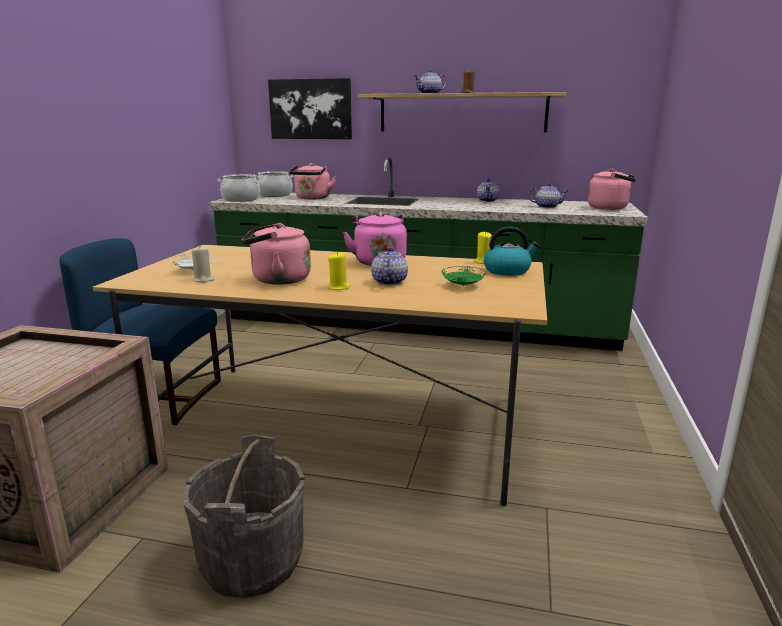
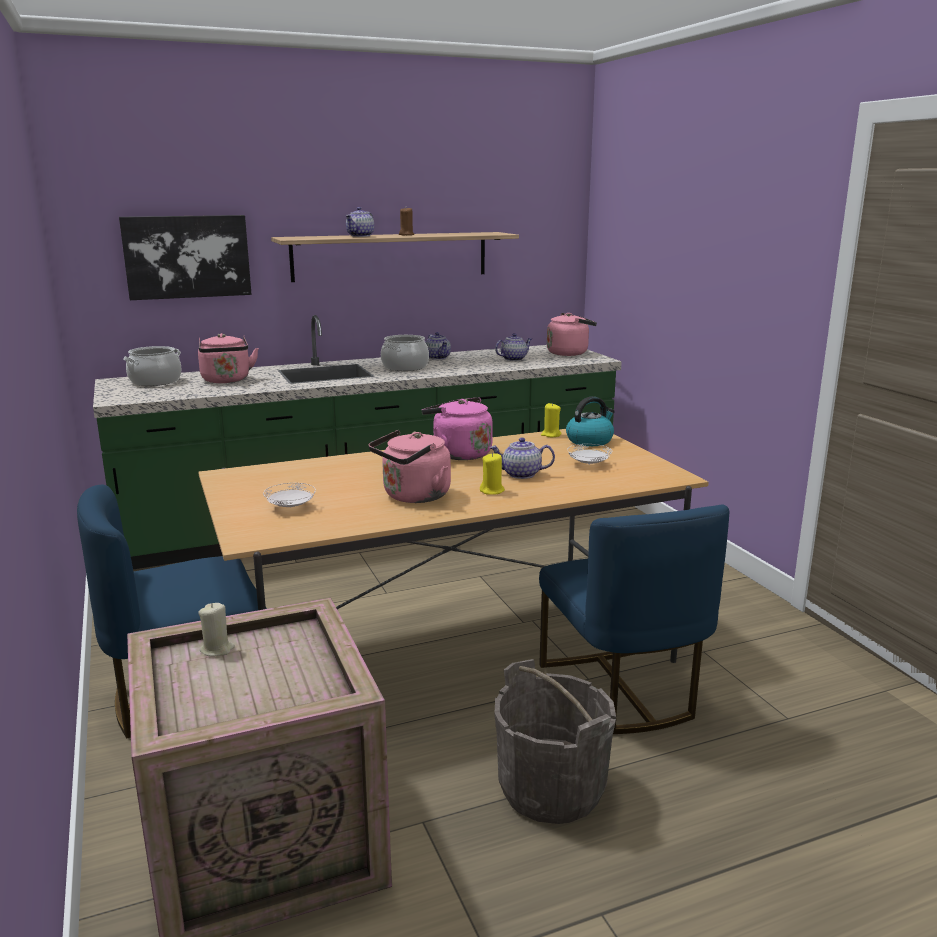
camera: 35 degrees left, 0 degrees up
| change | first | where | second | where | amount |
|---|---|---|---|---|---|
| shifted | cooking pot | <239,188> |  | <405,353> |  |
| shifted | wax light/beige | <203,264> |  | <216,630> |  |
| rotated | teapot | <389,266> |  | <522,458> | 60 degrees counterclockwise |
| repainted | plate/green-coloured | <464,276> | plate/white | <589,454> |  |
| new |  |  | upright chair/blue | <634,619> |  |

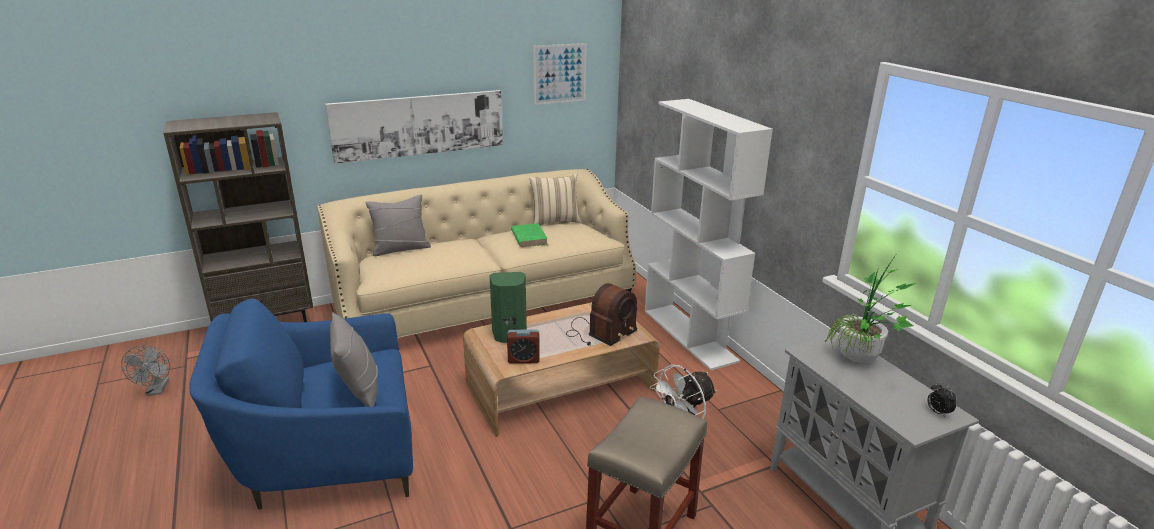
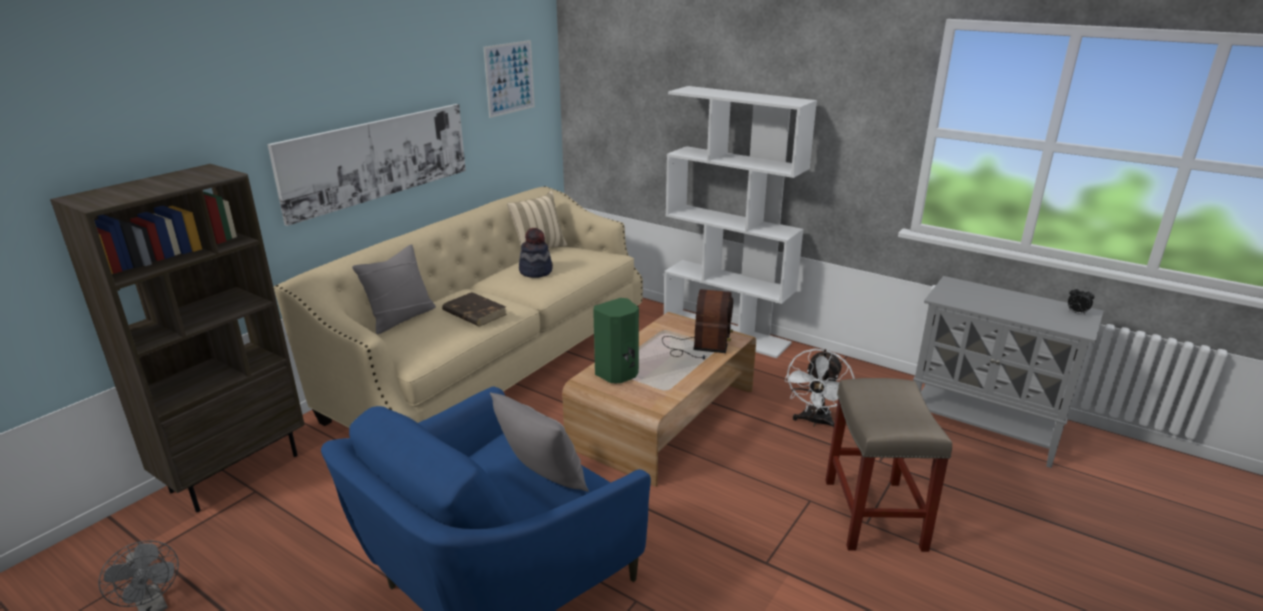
camera: 30 degrees left, 0 degrees up
| change | first | where | second | where | amount |
|---|---|---|---|---|---|
| swapped | volume/green-coloured | <529,235> | wearable hat | <536,253> |  |
| gone | houseplant | <870,309> |  |  |  |
| gone | bedside clock | <523,346> |  |  |  |
| new |  |  | volume/brown | <474,309> |  |

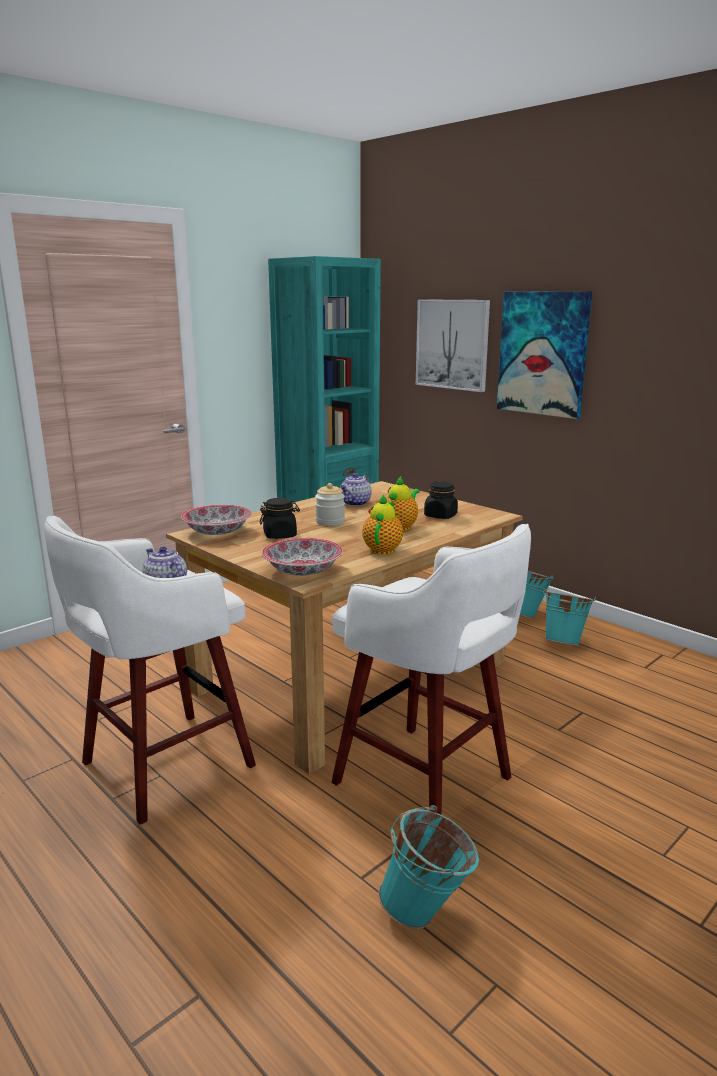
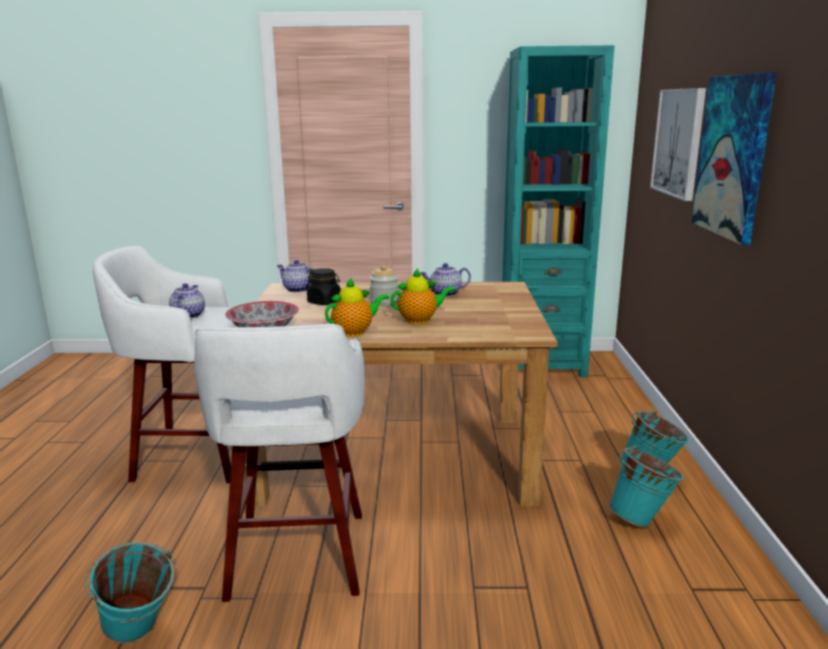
camera: 45 degrees right, 0 degrees up
| change | first | where | second | where | amount |
|---|---|---|---|---|---|
| gone | storage jar/black | <441,500> |  |  |  |
| swapped | serving bowl | <216,520> | teapot | <295,276> |  |

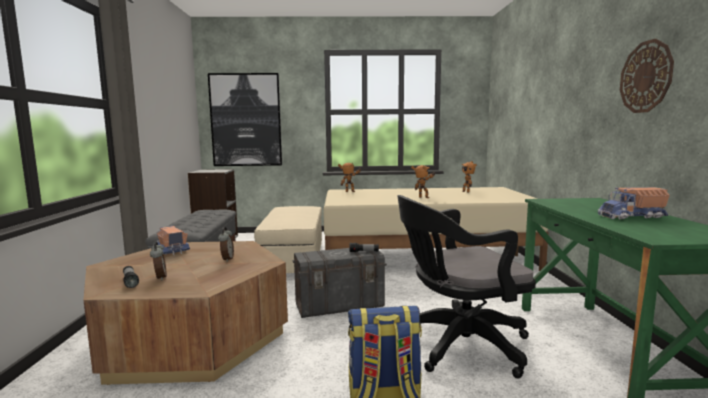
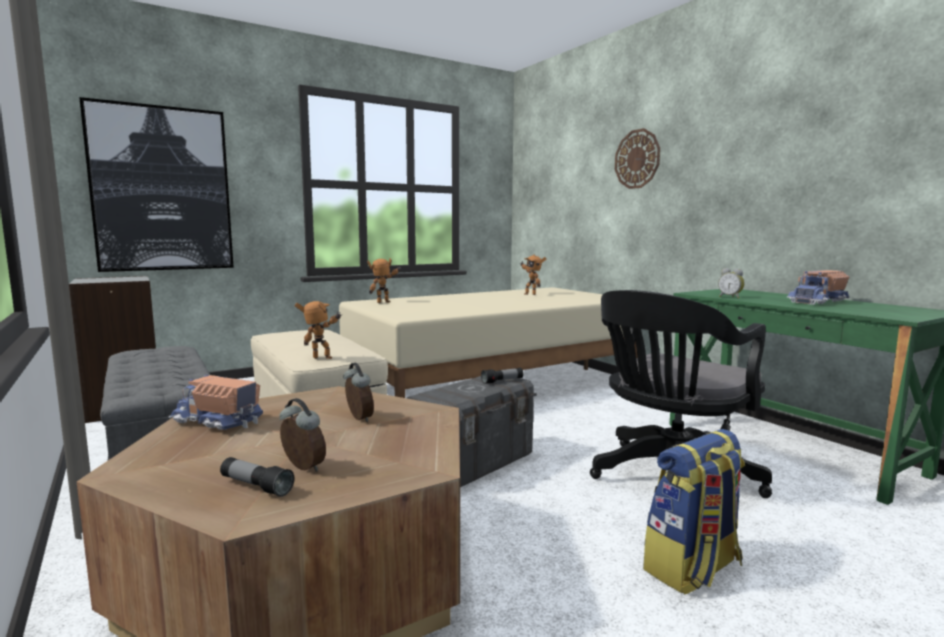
camera: 30 degrees left, 0 degrees up
| change | first | where | second | where | amount |
|---|---|---|---|---|---|
| shifted | clock on the wall | <647,76> |  | <637,158> |  |
| shifted | toy robot | <423,181> |  | <318,330> |  |
| new |  |  | bedside clock | <731,283> |  |

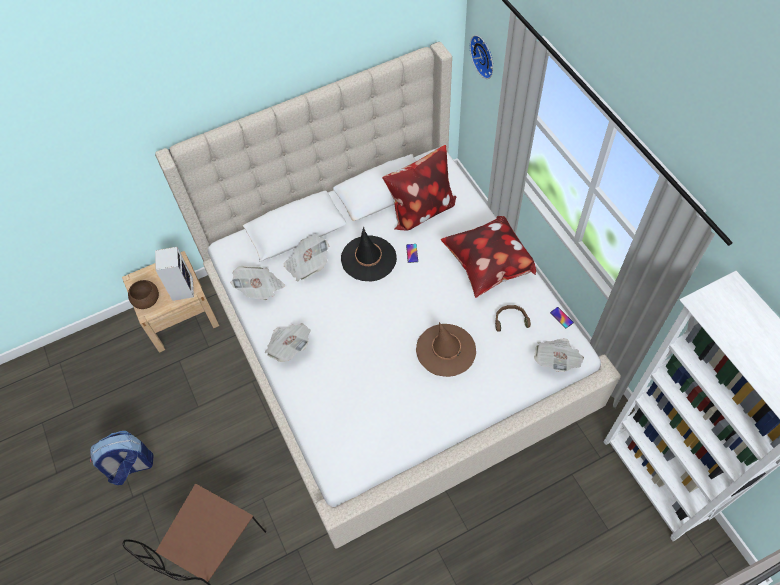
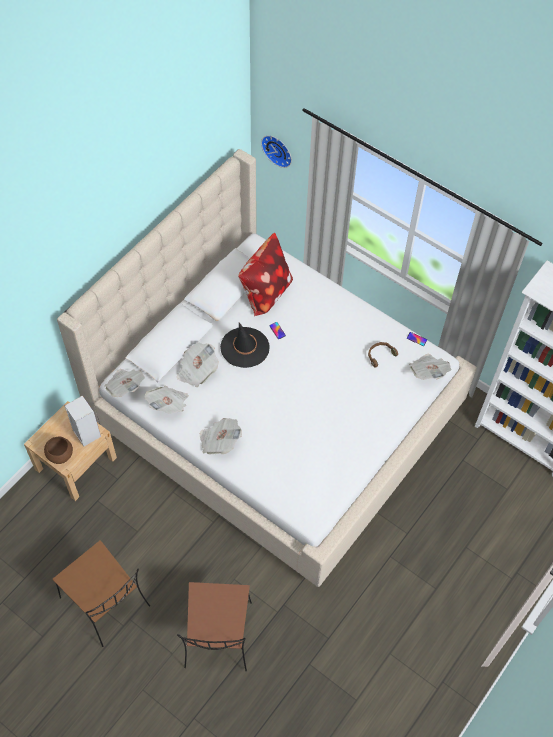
camera: 30 degrees left, 0 degrees up
| change | first | where | second | where | amount |
|---|---|---|---|---|---|
| gone | pillow | <488,257> |  |  |  |
| gone | wearable hat/brown | <446,349> |  |  |  |
| swapped | knapsack | <121,458> | upright chair/brown | <101,593> |  |
| new |  |  | newspaper | <124,383> |  |

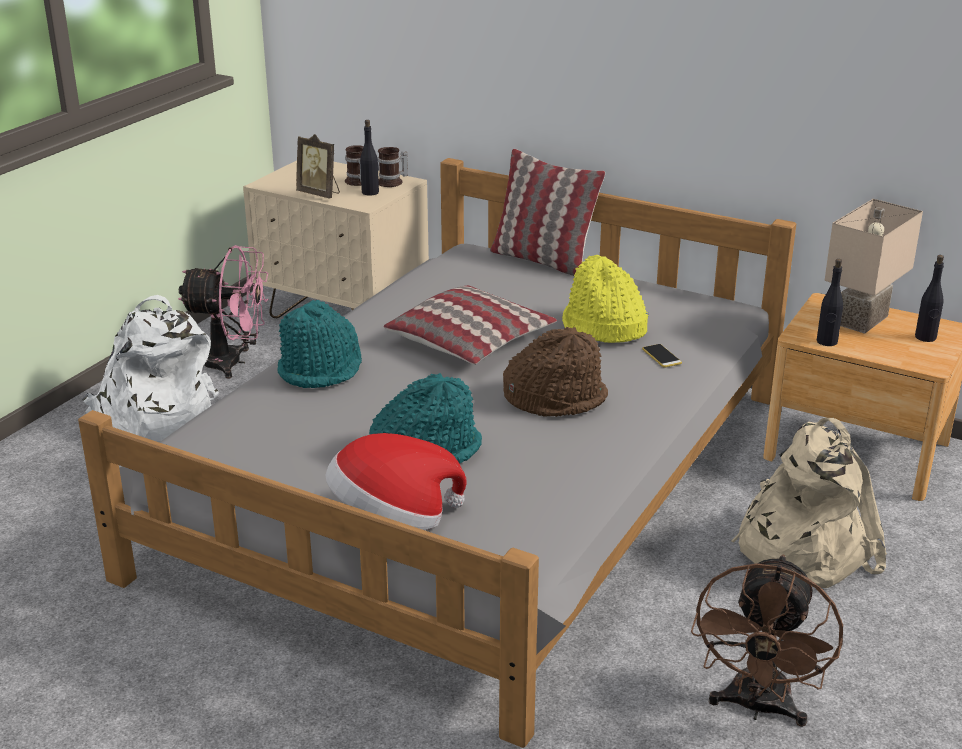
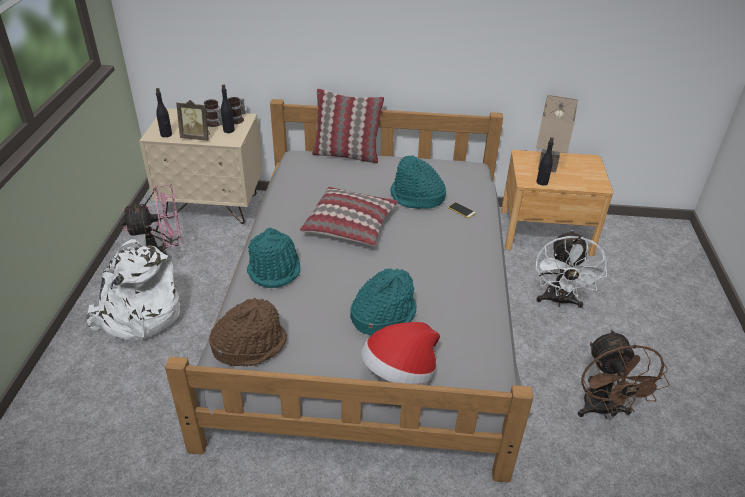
camera: 25 degrees left, 10 degrees up
| change | first | where | second | where | amount |
|---|---|---|---|---|---|
| repainted | wearable hat/yellow | <605,299> | wearable hat/turquoise-coloured | <418,182> |  |
| shifted | drink bottle/black | <929,298> |  | <164,112> |  |
| shifted | wearable hat/brown | <555,372> |  | <248,332> |  |
| swapped | knapsack/beige | <809,503> | electric fan/white | <571,269> |  |

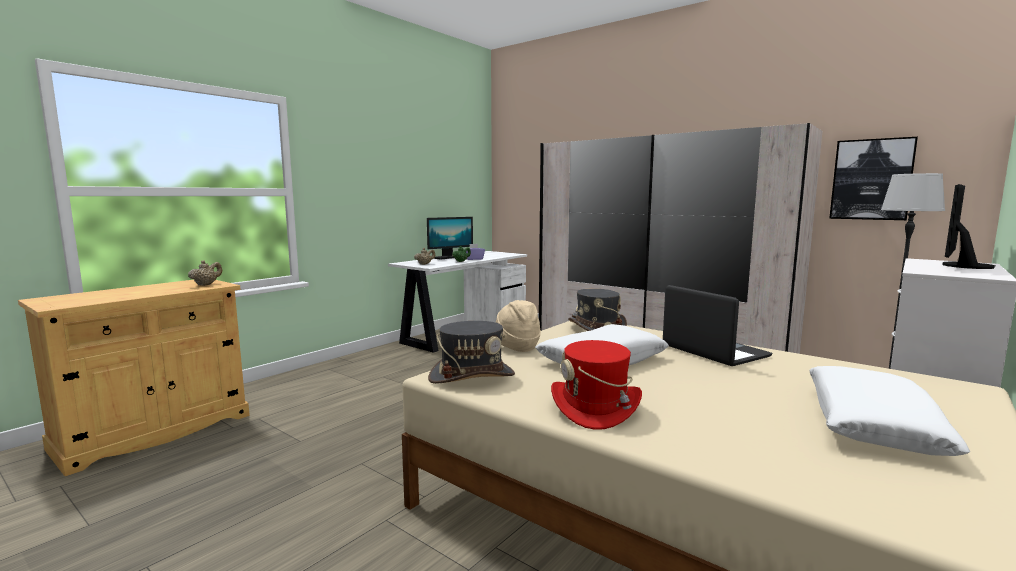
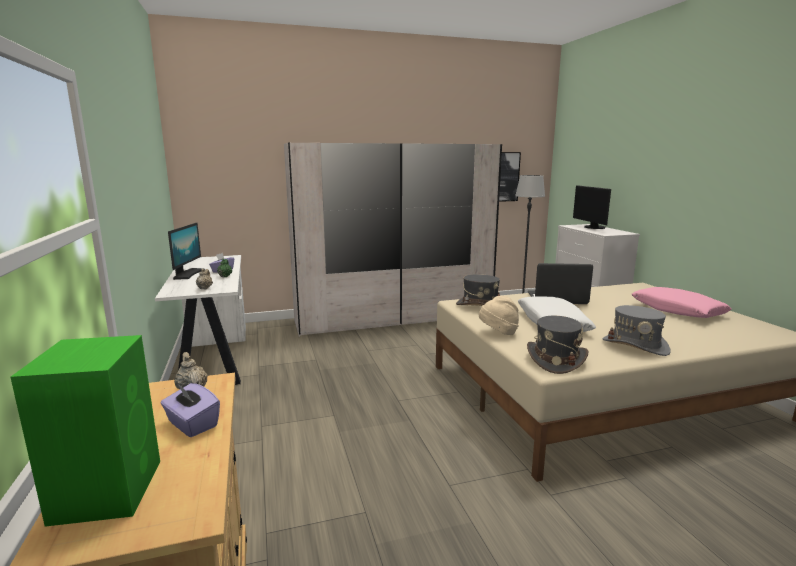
camera: 55 degrees left, 5 degrees up
| change | first | where | second | where | amount |
|---|---|---|---|---|---|
| repainted | wearable hat/red-coloured | <596,385> | wearable hat/gray | <637,330> |  |
| repainted | pillow/white | <890,411> | pillow/pinkish | <681,302> |  |
| new |  |  | audio speaker/green-coloured | <85,431> |  |
| new |  |  | tissue holder/purple | <190,410> |  |

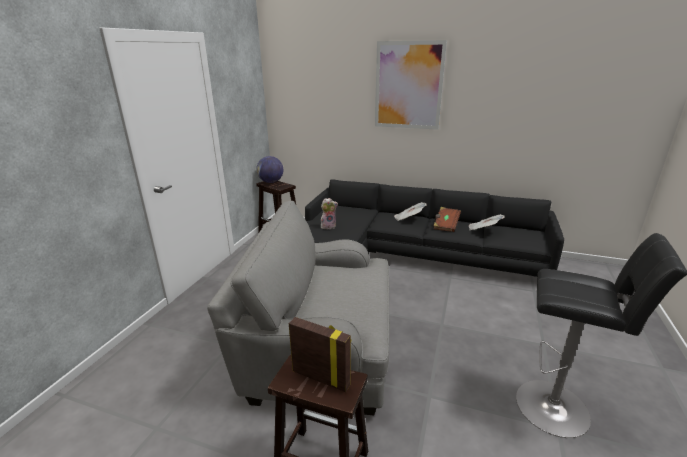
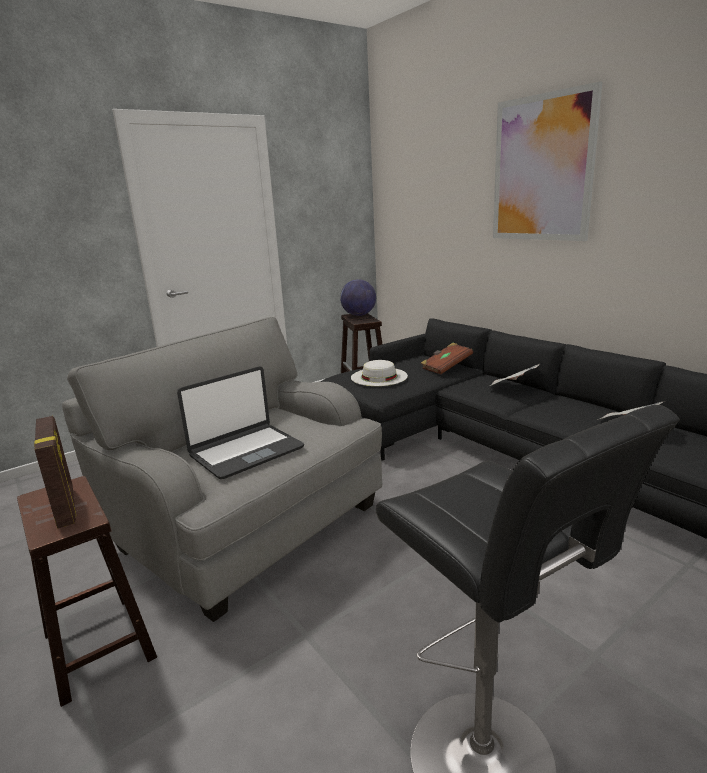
camera: 35 degrees right, 5 degrees down
| change | first | where | second | where | amount |
|---|---|---|---|---|---|
| swapped | soft toy | <329,213> | wearable hat/white | <379,373> |  |
| shifted | volume/brown | <447,219> |  | <447,359> |  |
| new |  |  | laptop | <240,422> |  |

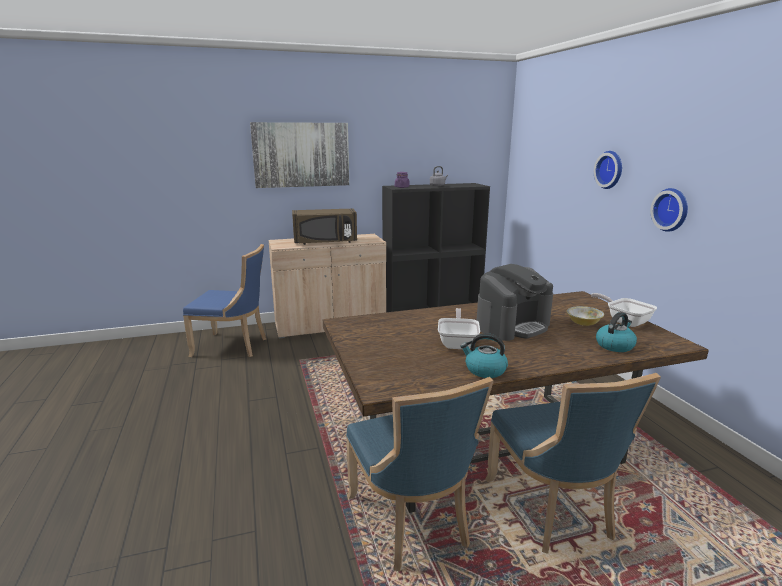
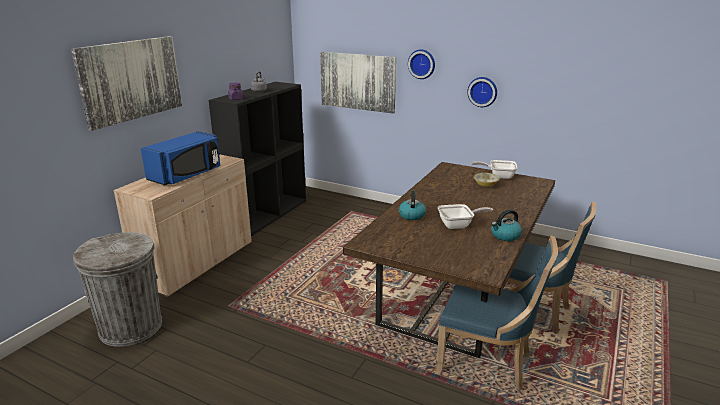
camera: 45 degrees left, 5 degrees up
| change | first | where | second | where | amount |
|---|---|---|---|---|---|
| repainted | microwave/brown | <324,226> | microwave/blue | <180,158> |  |
| swapped | upright chair/blue | <224,300> | rubbish bin/gray | <117,289> |  |
| gone | coffee maker | <515,302> |  |  |  |
| rotated | pan | <459,328> |  | <465,216> | 120 degrees clockwise |
| shifted | tea kettle | <616,332> |  | <412,205> |  |
| new |  |  | wall picture | <358,83> |  |

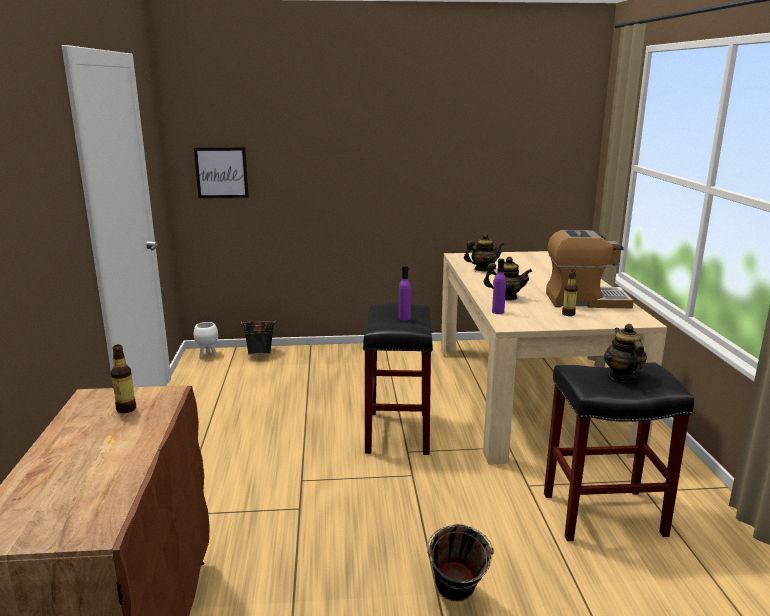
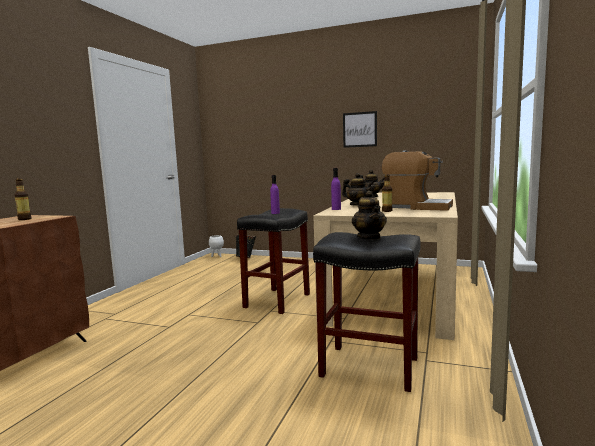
camera: 25 degrees right, 10 degrees down
| change | first | where | second | where | amount |
|---|---|---|---|---|---|
| shifted | wall picture | <221,172> |  | <360,129> |  |
| rotated | teapot | <625,353> |  | <369,215> | 150 degrees clockwise |
| gone | pail/black | <460,563> |  |  |  |

